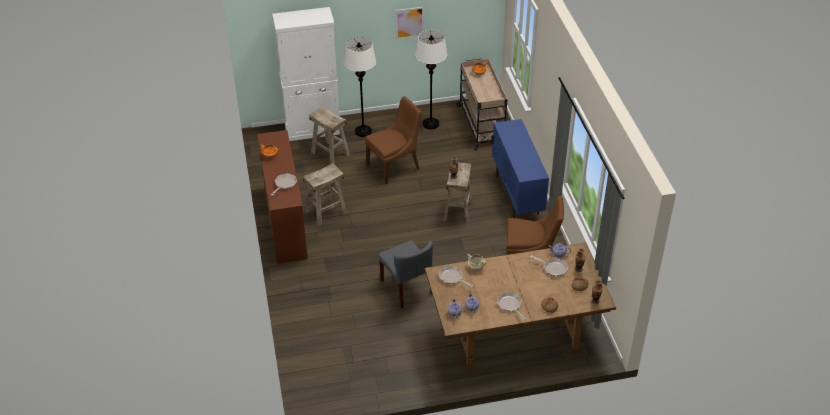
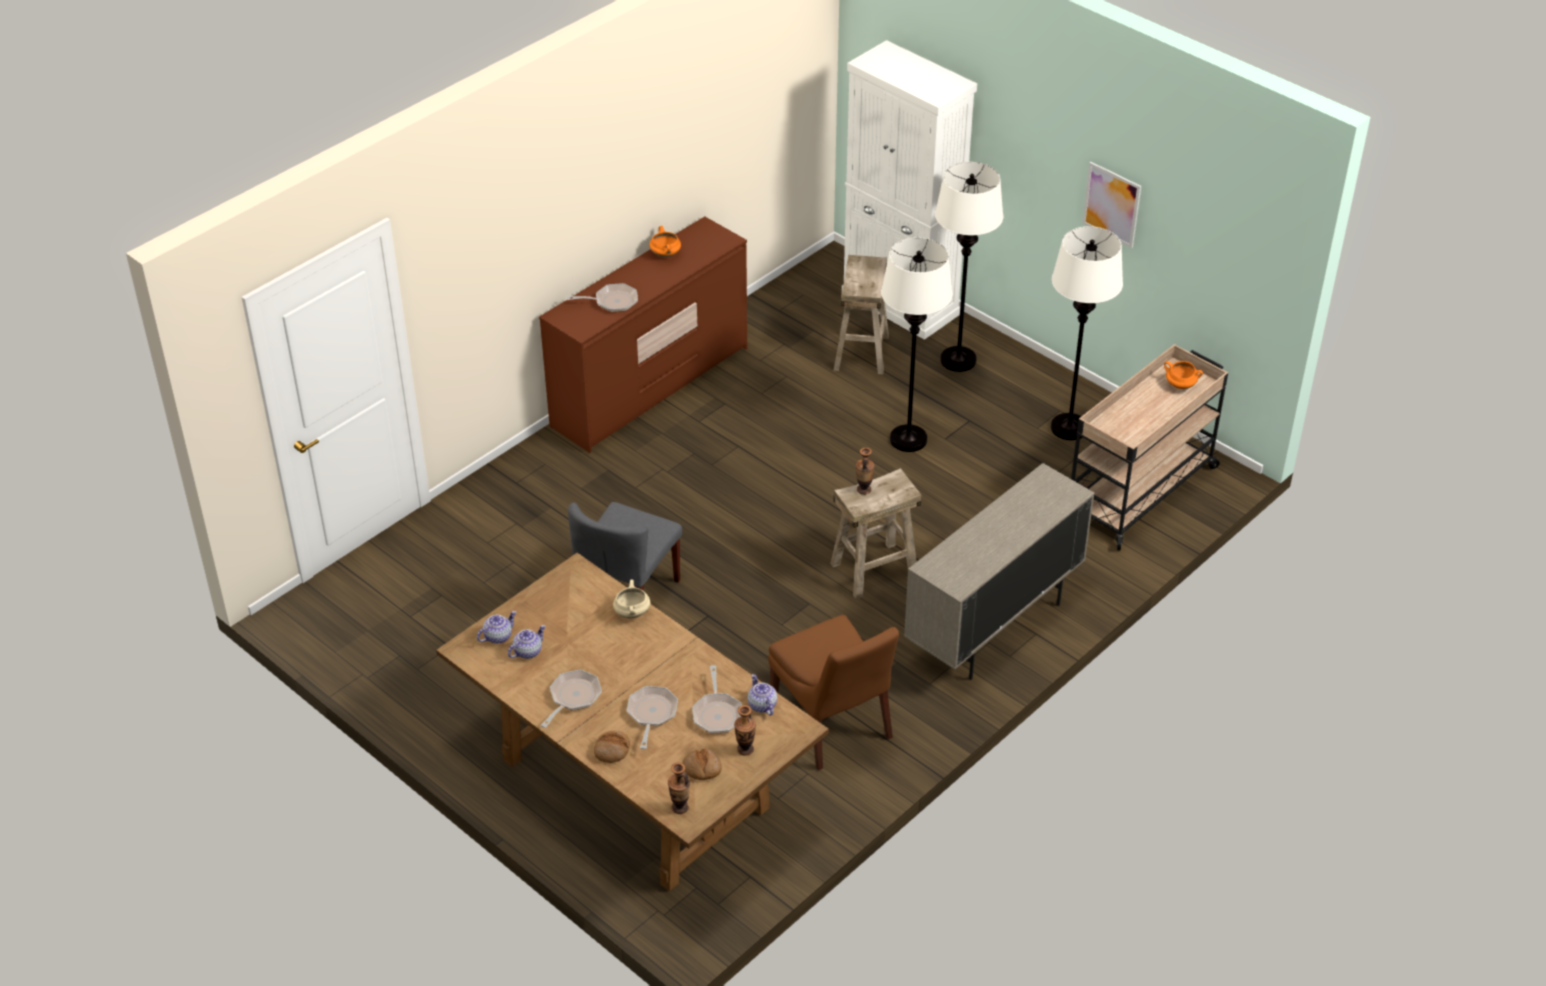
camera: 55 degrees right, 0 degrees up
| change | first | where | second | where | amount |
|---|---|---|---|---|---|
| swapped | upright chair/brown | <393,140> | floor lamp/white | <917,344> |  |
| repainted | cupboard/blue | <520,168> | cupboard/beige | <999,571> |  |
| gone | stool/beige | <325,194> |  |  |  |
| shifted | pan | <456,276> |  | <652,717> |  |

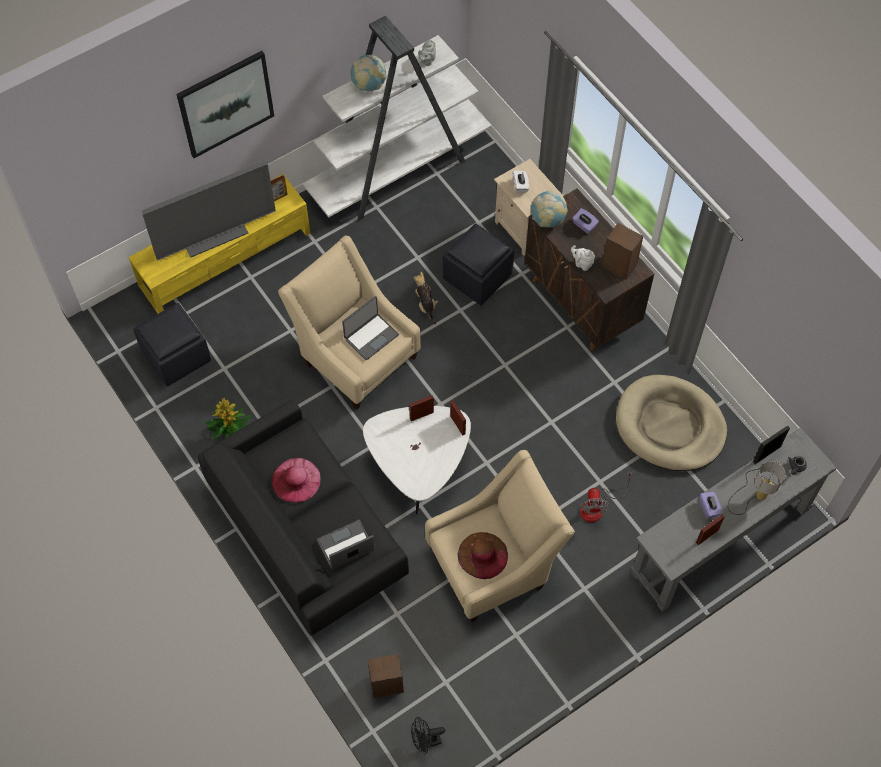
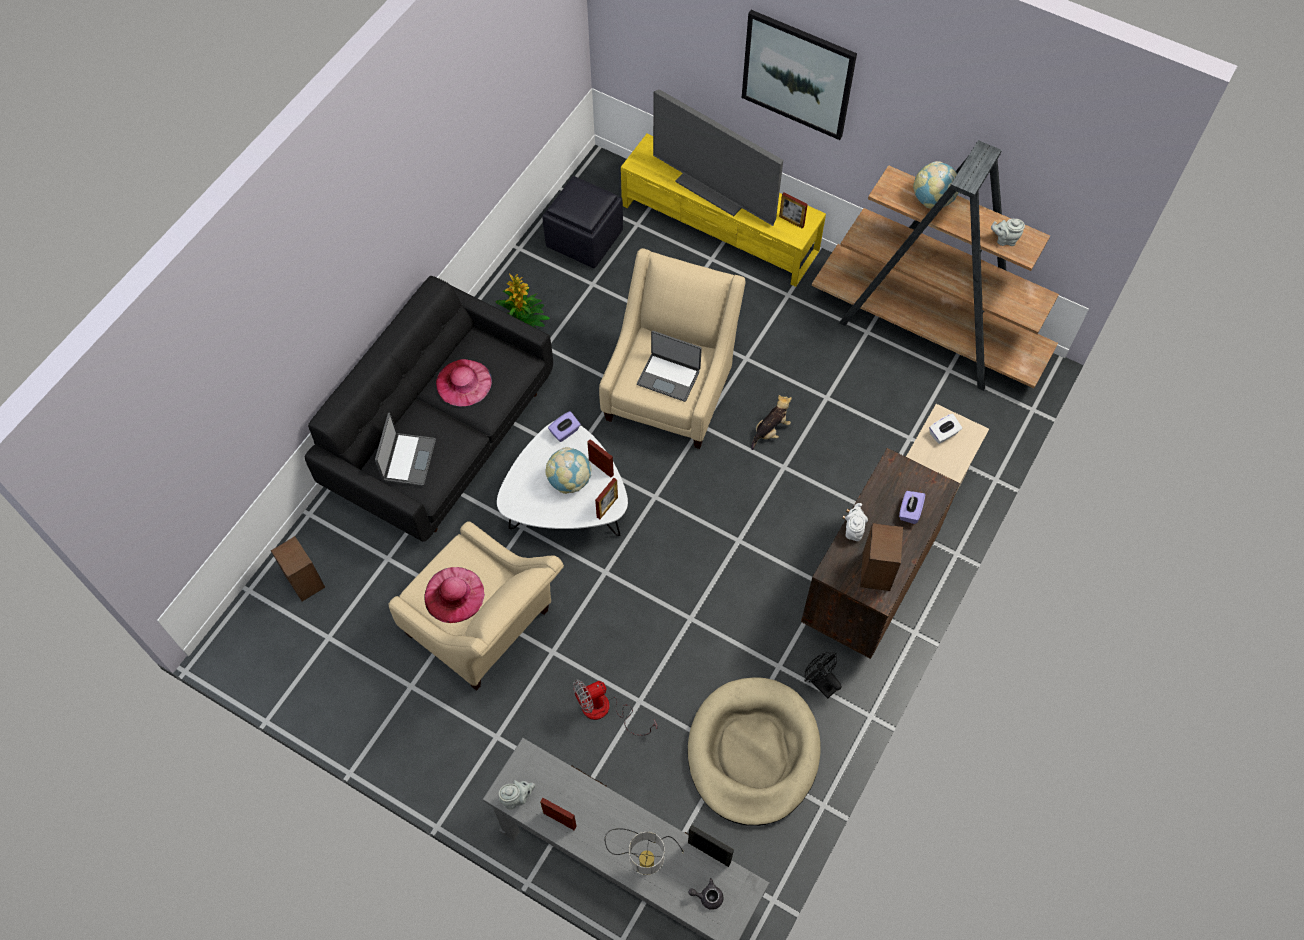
camera: 65 degrees right, 0 degrees up
| change | first | where | second | where | amount |
|---|---|---|---|---|---|
| repainted | shelving unit/white | <397,117> | shelving unit/brown | <935,265> |  |
| shifted | desk globe | <549,209> |  | <568,470> |  |
| gone | ottoman/black | <478,264> |  |  |  |
| shifted | tissue holder/purple | <711,505> |  | <564,426> |  |
| rotated | laptop | <346,544> |  | <405,449> | 60 degrees clockwise |
| repainted | wearable hat/brown | <483,555> | wearable hat/pinkish | <454,595> |  |
| shifted | electric fan/black | <428,735> |  | <823,675> |  |
| new |  |  | teapot/gray | <516,795> |  |

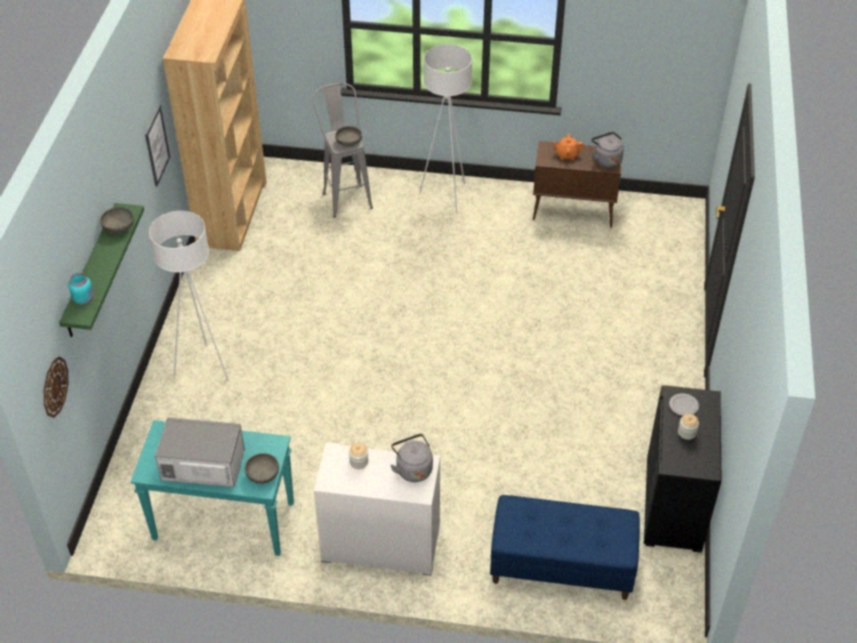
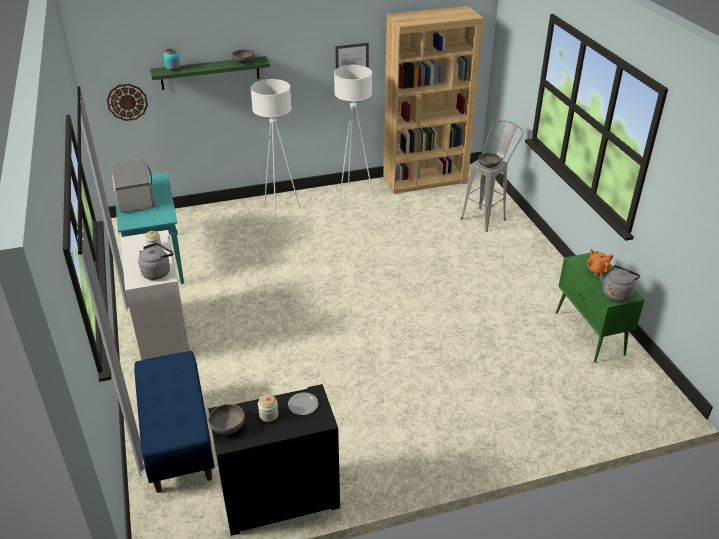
camera: 65 degrees right, 10 degrees down
| change | first | where | second | where | amount |
|---|---|---|---|---|---|
| shifted | floor lamp/white | <445,129> |  | <354,134> |  |
| repainted | cupboard/brown | <577,184> | cupboard/green-coloured | <600,306> |  |
| shifted | serving bowl/gray | <262,468> |  | <227,419> |  |

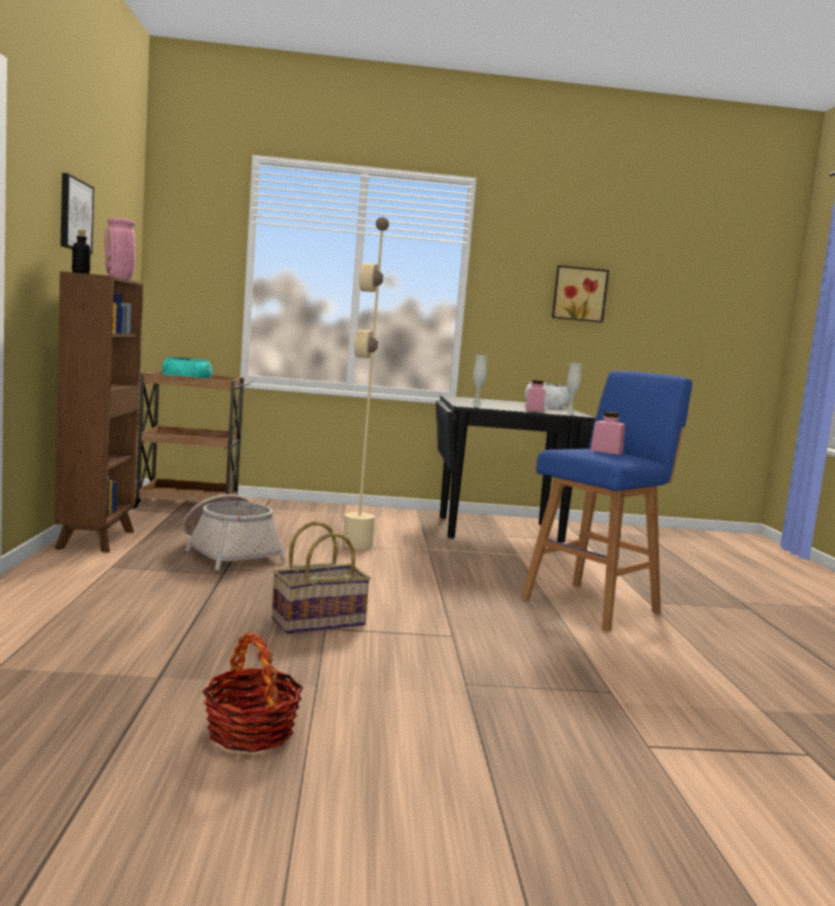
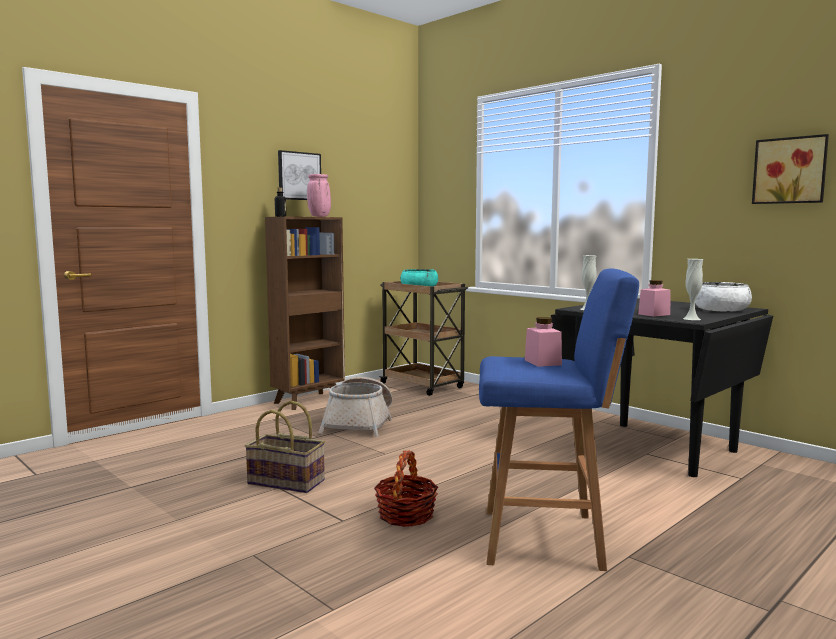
camera: 50 degrees right, 0 degrees up
| change | first | where | second | where | amount |
|---|---|---|---|---|---|
| gone | floor lamp/beige | <465,388> |  |  |  |
| shifted | basket | <252,692> |  | <406,488> |  |

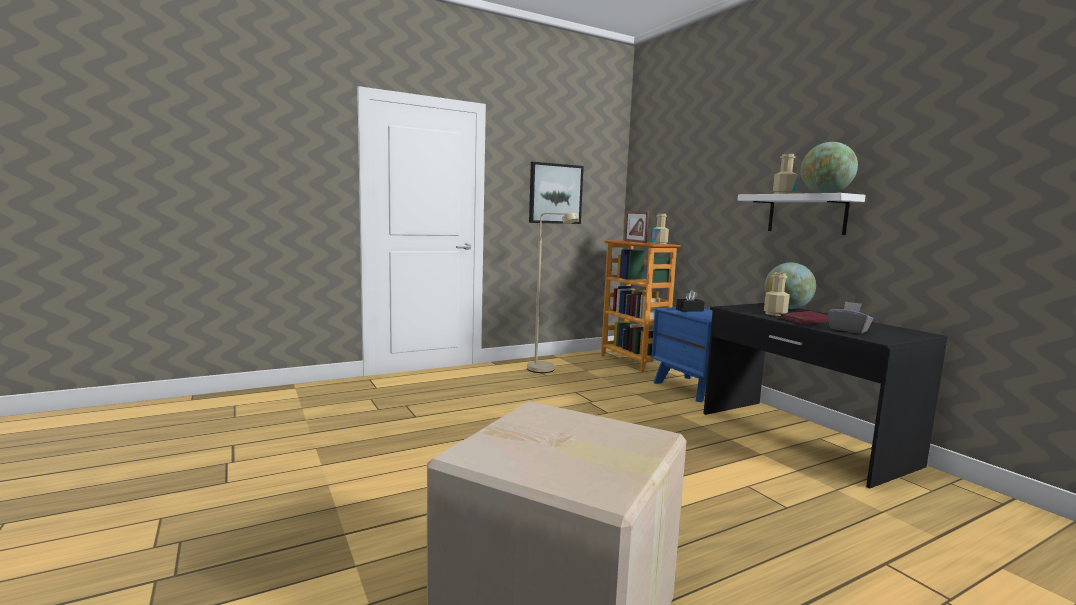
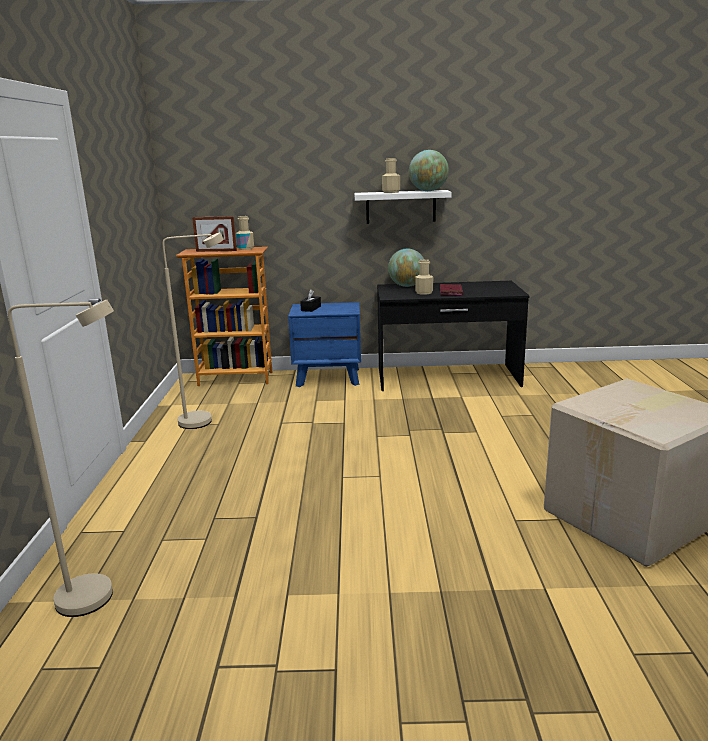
camera: 60 degrees left, 10 degrees up
| change | first | where | second | where | amount |
|---|---|---|---|---|---|
| gone | wall picture | <556,193> |  |  |  |
| gone | tissue holder/gray | <850,317> |  |  |  |
| new |  |  | floor lamp/beige | <61,458> |  |

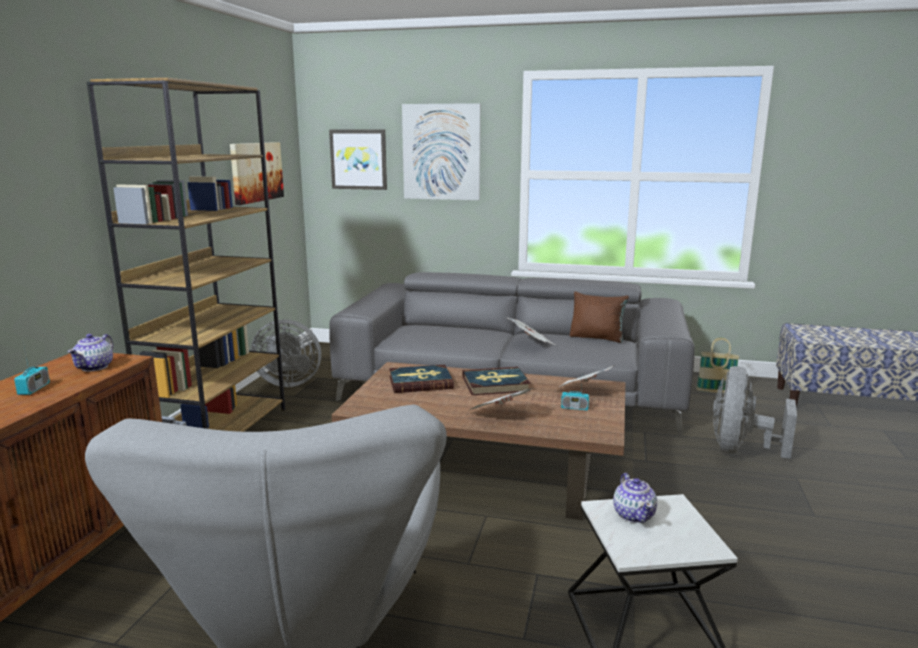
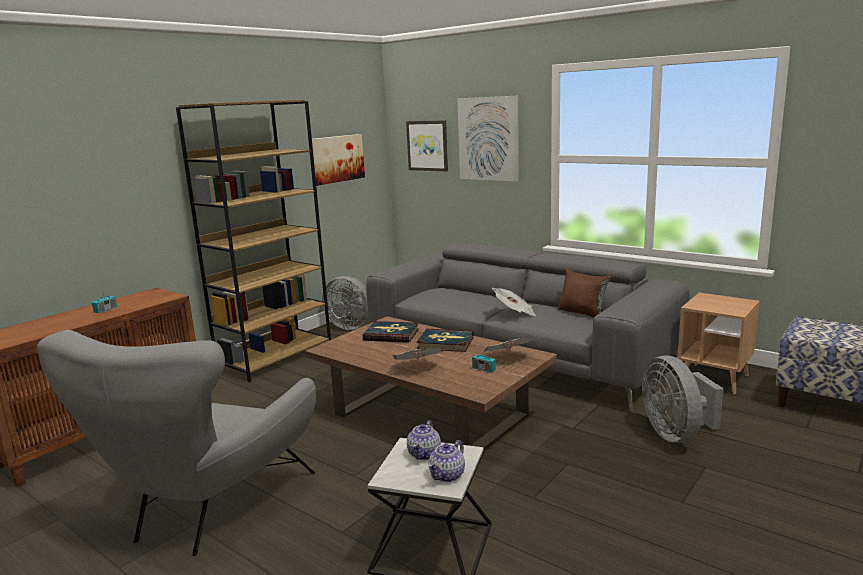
camera: 25 degrees right, 0 degrees up
| change | first | where | second | where | amount |
|---|---|---|---|---|---|
| shifted | teapot | <90,352> |  | <446,461> |  |
| swapped | basket | <717,365> | side table/brown | <719,343> |  |
| rotated | electric fan/gray | <755,412> |  | <683,399> | 60 degrees counterclockwise |

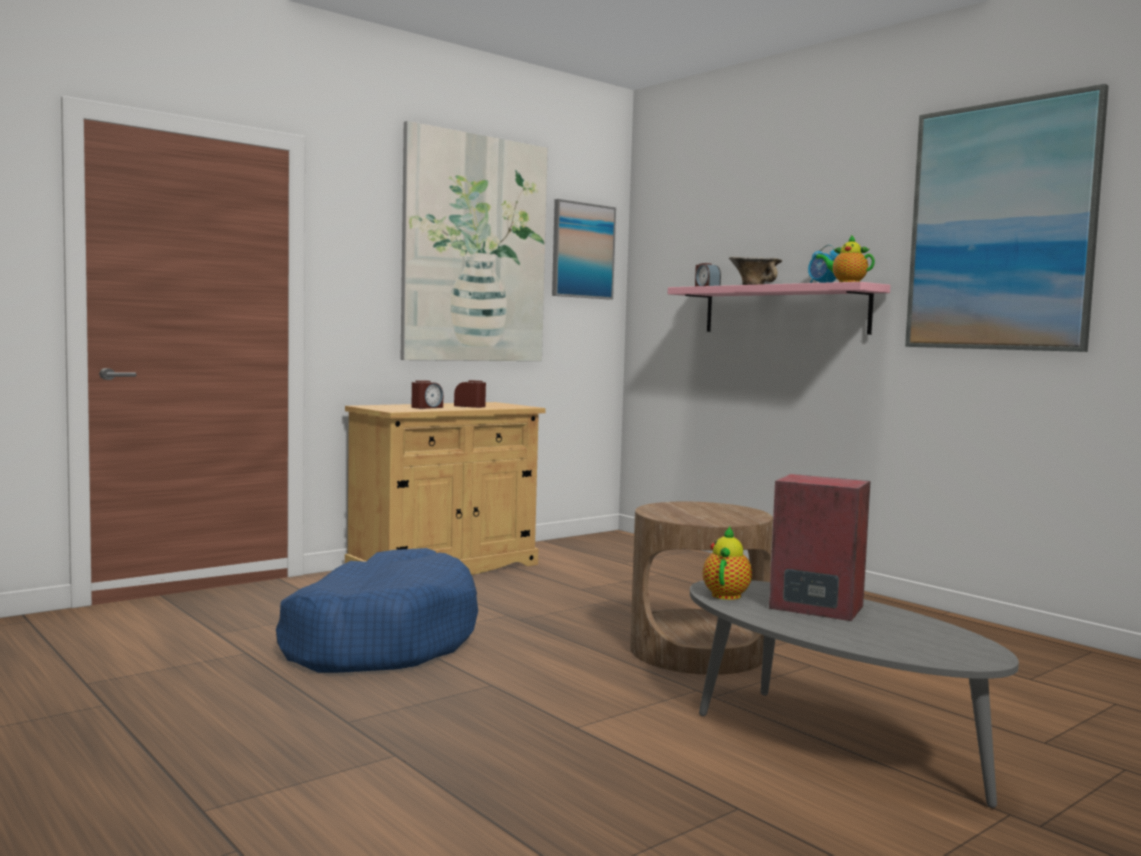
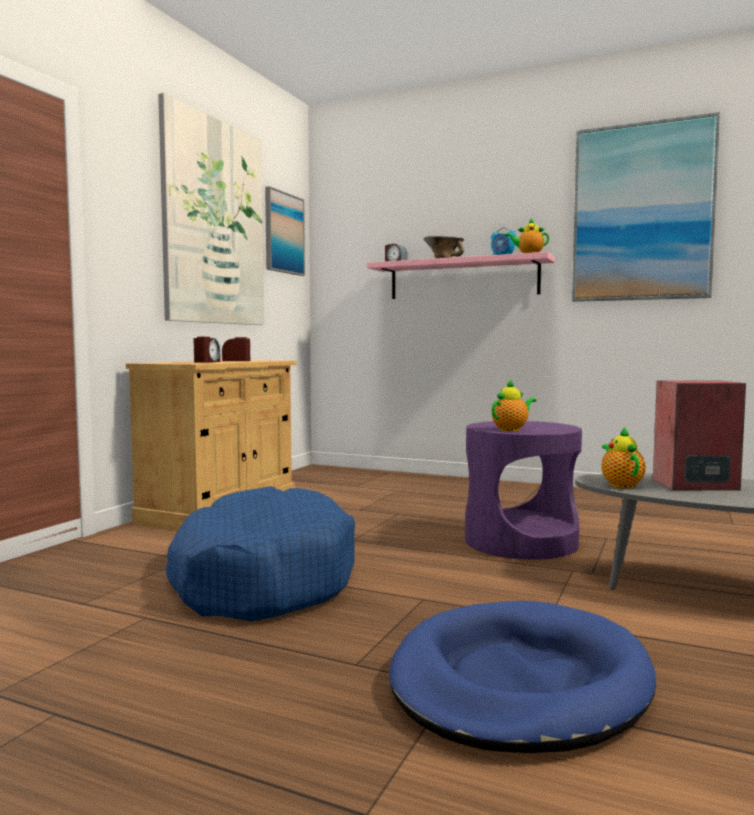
camera: 25 degrees left, 0 degrees up
| change | first | where | second | where | amount |
|---|---|---|---|---|---|
| repainted | side table/brown | <701,588> | side table/purple | <523,490> |  |
| new |  |  | teapot | <514,405> |  |
| new |  |  | dog cushion/blue | <522,677> |  |

